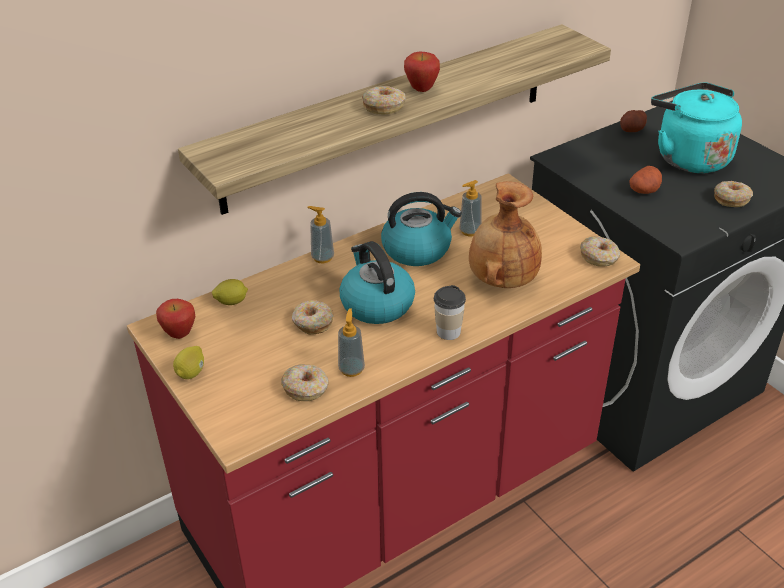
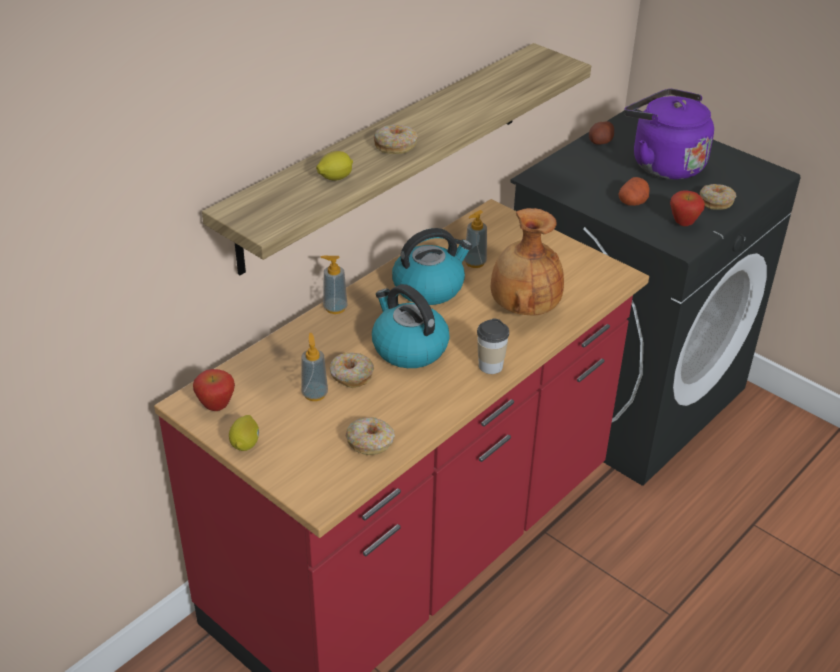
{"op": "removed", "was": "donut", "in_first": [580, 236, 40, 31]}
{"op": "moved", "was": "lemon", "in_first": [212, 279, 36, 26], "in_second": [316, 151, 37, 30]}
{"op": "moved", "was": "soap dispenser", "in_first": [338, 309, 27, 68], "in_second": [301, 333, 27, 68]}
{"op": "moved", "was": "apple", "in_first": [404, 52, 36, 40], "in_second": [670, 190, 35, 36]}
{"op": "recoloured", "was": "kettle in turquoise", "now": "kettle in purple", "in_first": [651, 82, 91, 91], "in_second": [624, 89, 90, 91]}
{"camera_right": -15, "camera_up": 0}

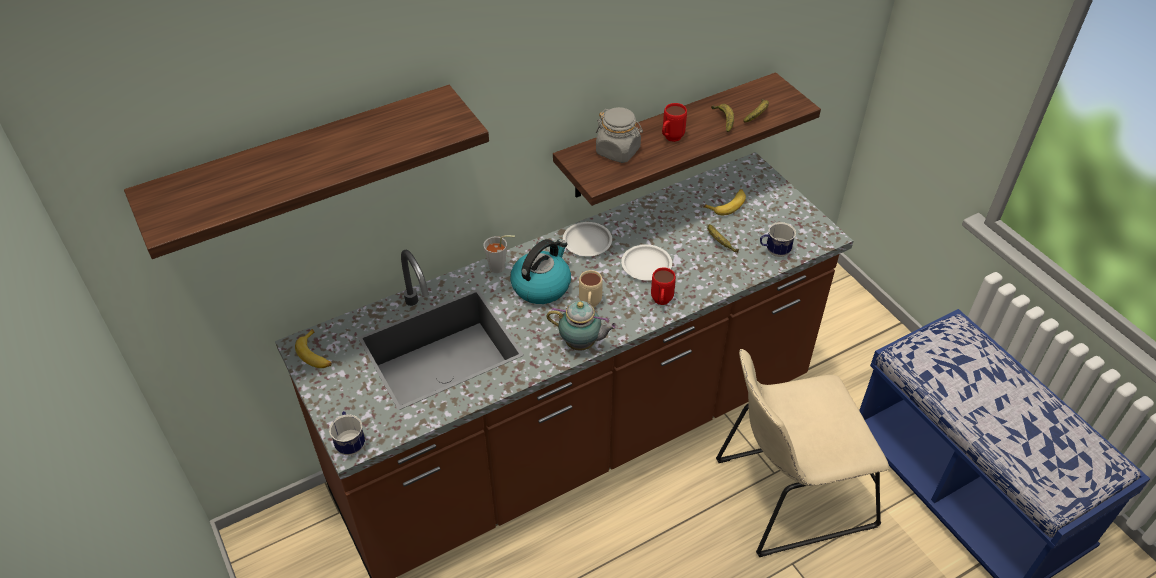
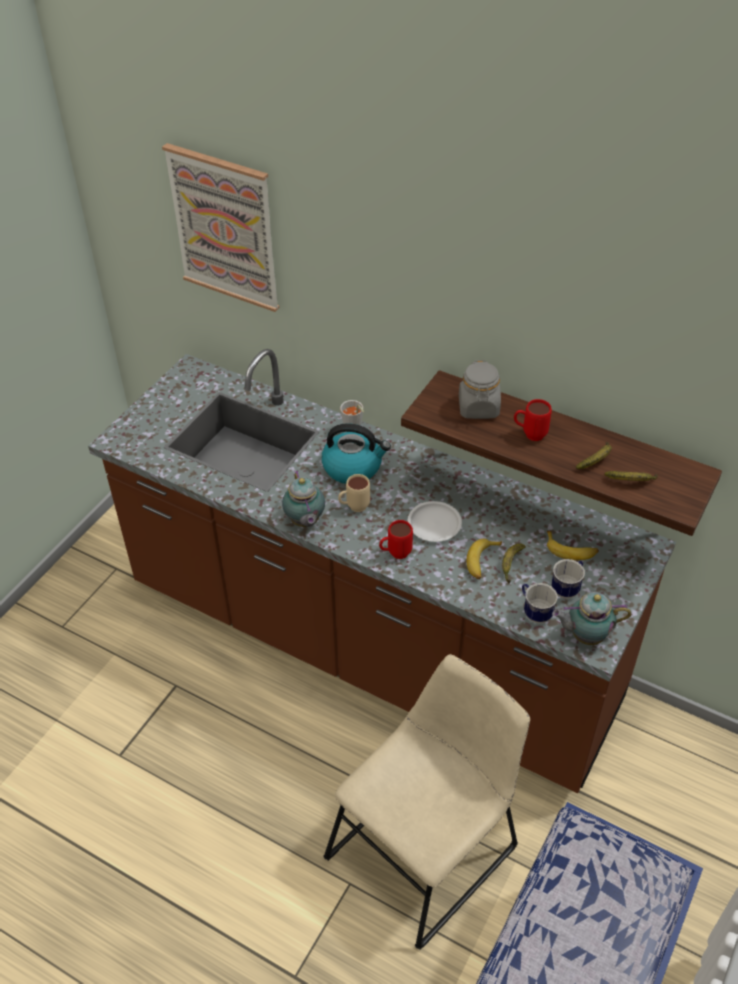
{"op": "removed", "was": "plate in white", "in_first": [563, 222, 49, 34]}
{"op": "added", "now": "teapot", "in_second": [552, 592, 79, 53]}
{"op": "moved", "was": "banana", "in_first": [295, 329, 37, 39], "in_second": [466, 539, 36, 40]}
{"op": "moved", "was": "mug", "in_first": [329, 411, 36, 45], "in_second": [551, 559, 34, 40]}
{"op": "replaced", "was": "shelf", "now": "picture", "in_first": [124, 85, 365, 174], "in_second": [162, 143, 117, 169]}
{"op": "turned", "was": "chair in beige", "in_first": [716, 349, 173, 208], "in_second": [323, 654, 207, 296], "clockwise": 90}
{"camera_right": 60, "camera_up": 0}

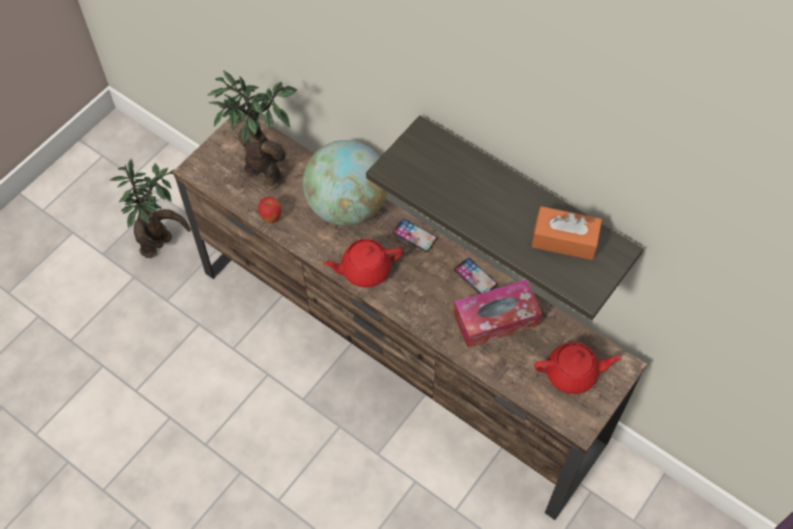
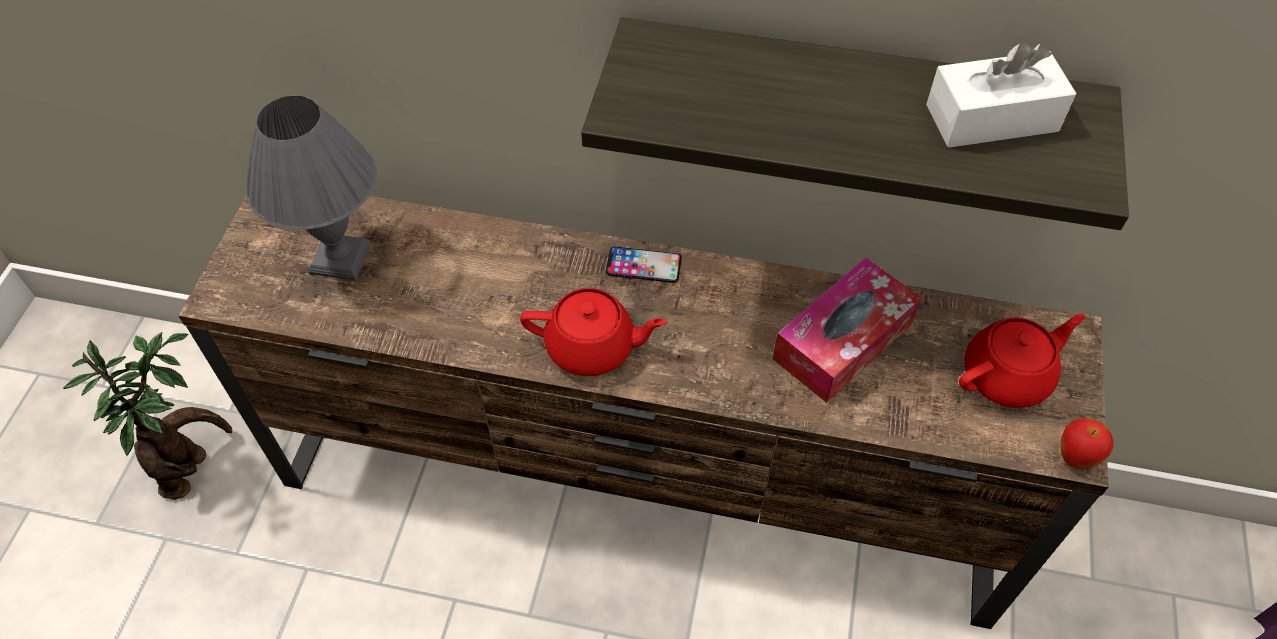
{"op": "removed", "was": "globe", "in_first": [303, 140, 84, 86]}
{"op": "removed", "was": "phone", "in_first": [454, 258, 44, 36]}
{"op": "moved", "was": "apple", "in_first": [258, 197, 24, 26], "in_second": [1060, 418, 53, 52]}
{"op": "replaced", "was": "potted plant", "now": "table lamp in grey", "in_first": [208, 70, 89, 120], "in_second": [246, 96, 131, 184]}
{"op": "recoloured", "was": "tissue box in orange", "now": "tissue box in white", "in_first": [532, 206, 70, 54], "in_second": [926, 41, 151, 107]}
{"op": "turned", "was": "teapot in red", "in_first": [323, 239, 80, 48], "in_second": [520, 288, 147, 88], "clockwise": -135}
{"camera_right": -25, "camera_up": -5}

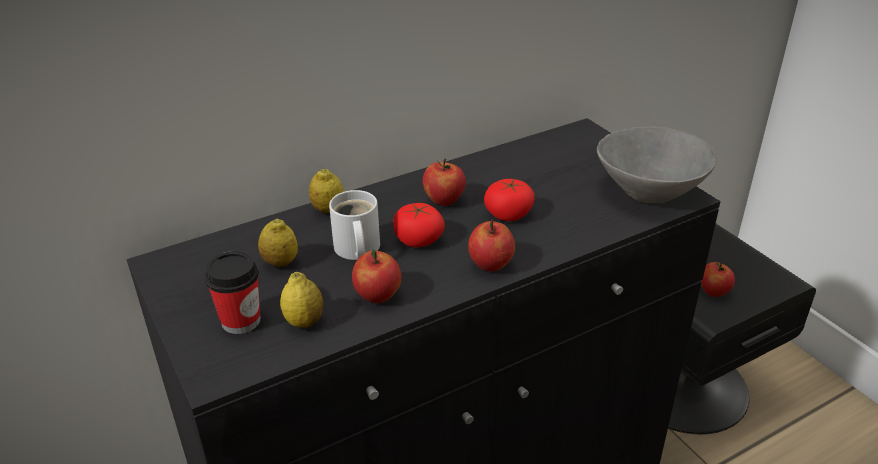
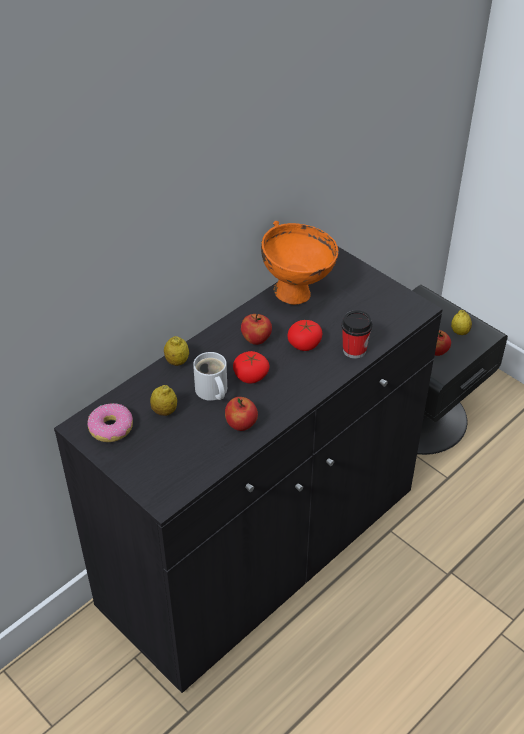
{"op": "removed", "was": "apple", "in_first": [468, 219, 47, 52]}
{"op": "removed", "was": "bowl in grey", "in_first": [597, 126, 120, 77]}
{"op": "added", "now": "donut", "in_second": [87, 403, 46, 39]}
{"op": "added", "now": "bowl in orange", "in_second": [261, 221, 78, 84]}
{"op": "moved", "was": "cup", "in_first": [205, 251, 56, 83], "in_second": [342, 310, 30, 49]}
{"op": "moved", "was": "lemon", "in_first": [280, 272, 43, 56], "in_second": [451, 310, 21, 25]}
{"camera_right": -15, "camera_up": 10}

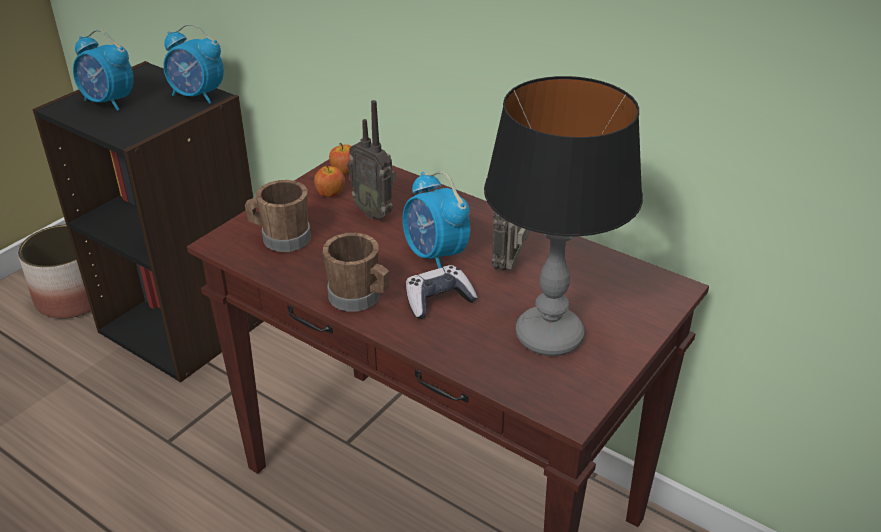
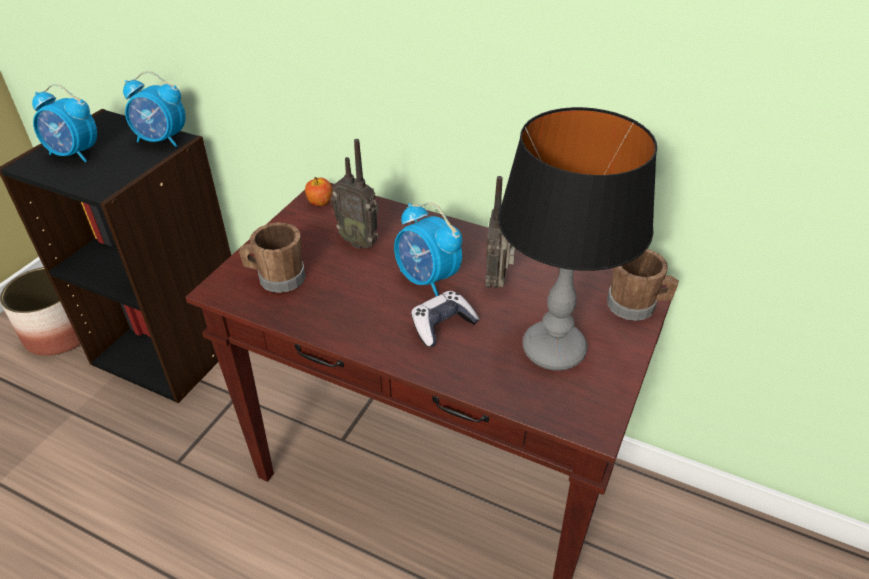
{"op": "removed", "was": "apple", "in_first": [314, 166, 31, 31]}
{"op": "moved", "was": "mug in brown", "in_first": [323, 233, 66, 79], "in_second": [607, 249, 72, 72]}
{"camera_right": -10, "camera_up": 5}

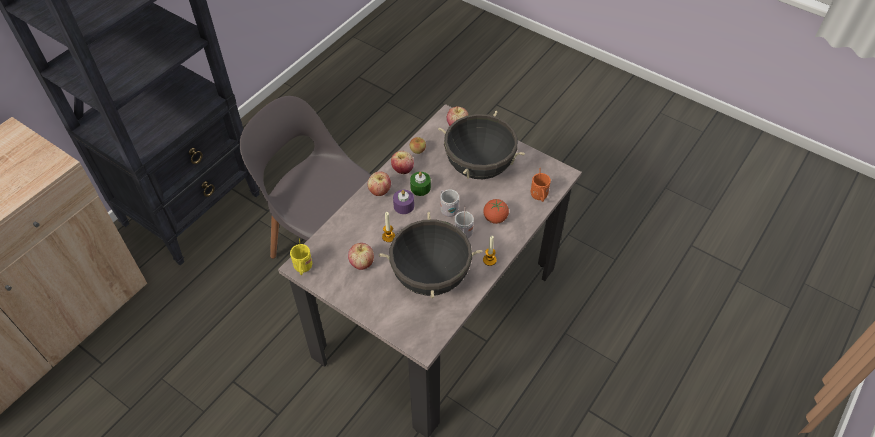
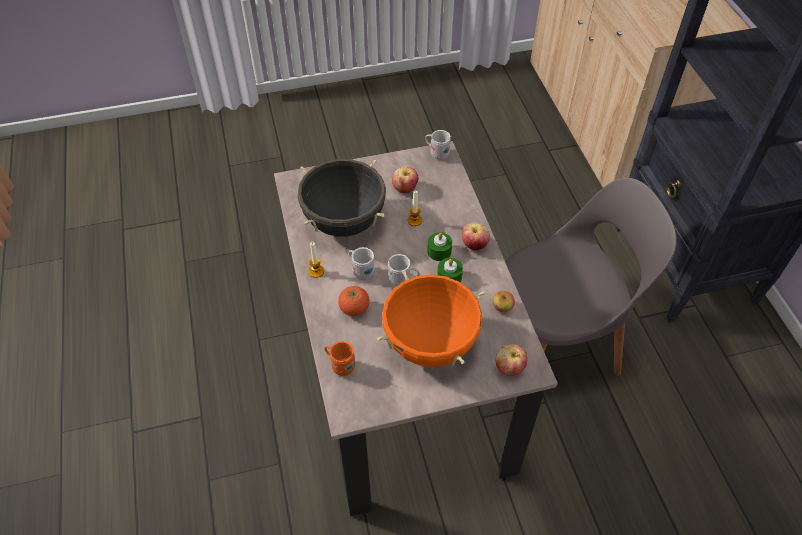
{"op": "removed", "was": "apple", "in_first": [391, 151, 23, 23]}
{"op": "recoloured", "was": "mug in yellow", "now": "mug in white", "in_first": [290, 238, 22, 37], "in_second": [425, 130, 26, 30]}
{"op": "recoloured", "was": "candle in purple", "now": "candle in green", "in_first": [393, 190, 21, 24], "in_second": [427, 232, 25, 29]}
{"op": "recoloured", "was": "cooking pot in black", "now": "cooking pot in orange", "in_first": [438, 111, 87, 68], "in_second": [376, 271, 110, 96]}
{"camera_right": 130, "camera_up": 0}

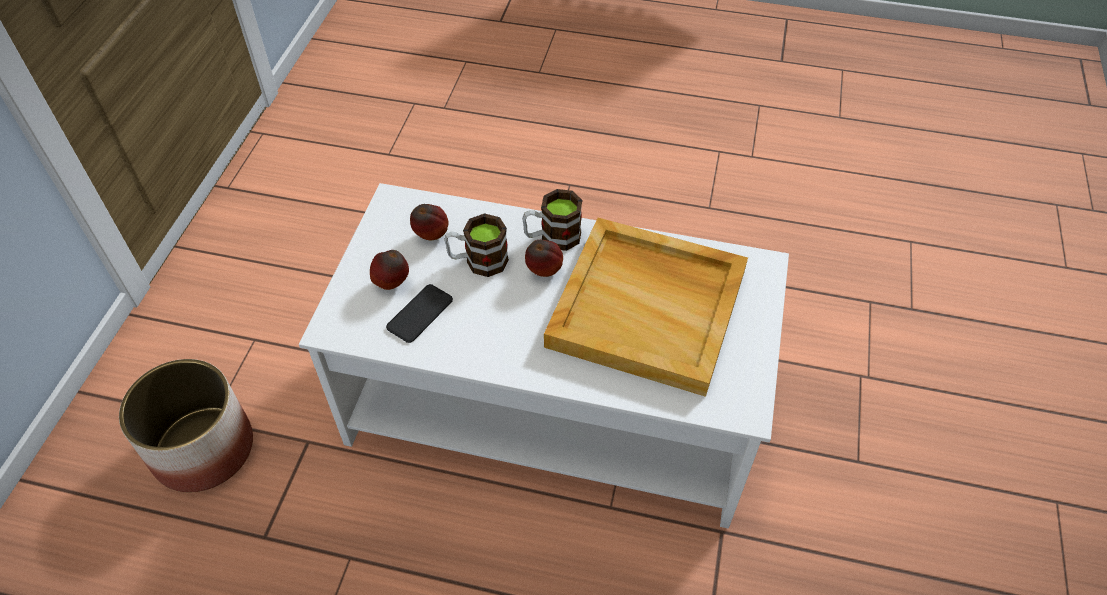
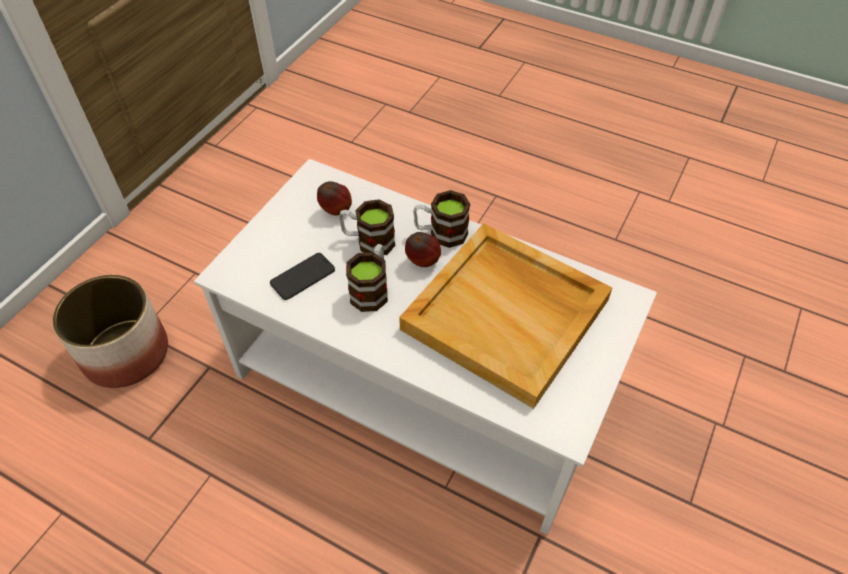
{"op": "removed", "was": "apple", "in_first": [370, 250, 39, 40]}
{"op": "added", "now": "mug", "in_second": [346, 244, 42, 68]}
{"camera_right": 15, "camera_up": 0}

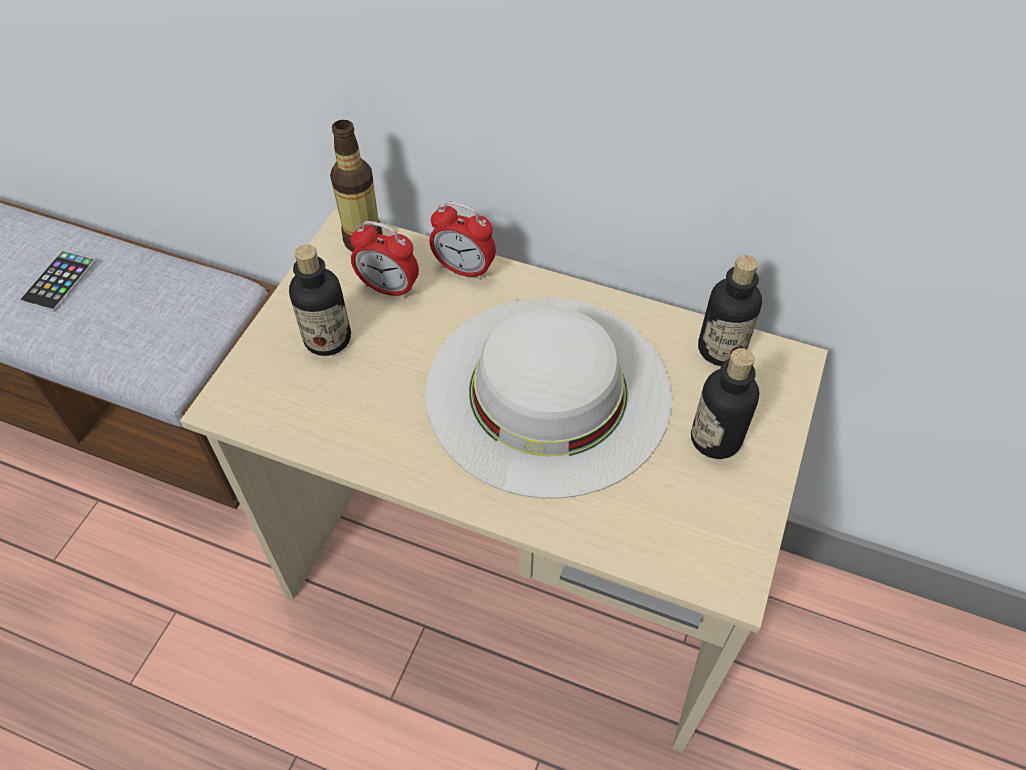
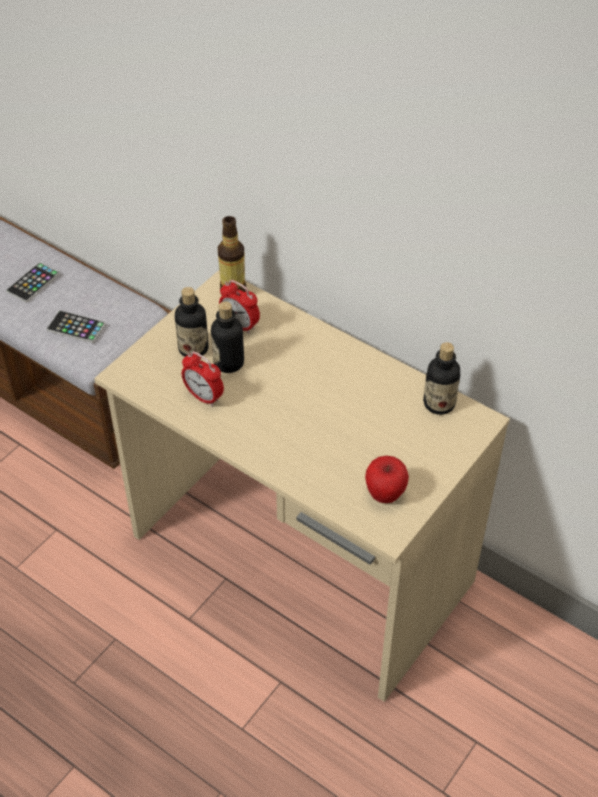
{"op": "removed", "was": "hat in white", "in_first": [425, 298, 247, 200]}
{"op": "added", "now": "phone", "in_second": [47, 310, 59, 33]}
{"op": "added", "now": "apple", "in_second": [365, 456, 44, 47]}
{"op": "moved", "was": "alarm clock", "in_first": [429, 202, 67, 78], "in_second": [182, 351, 42, 56]}
{"op": "moved", "was": "bottle", "in_first": [691, 348, 68, 111], "in_second": [211, 301, 33, 72]}
{"camera_right": 15, "camera_up": -5}

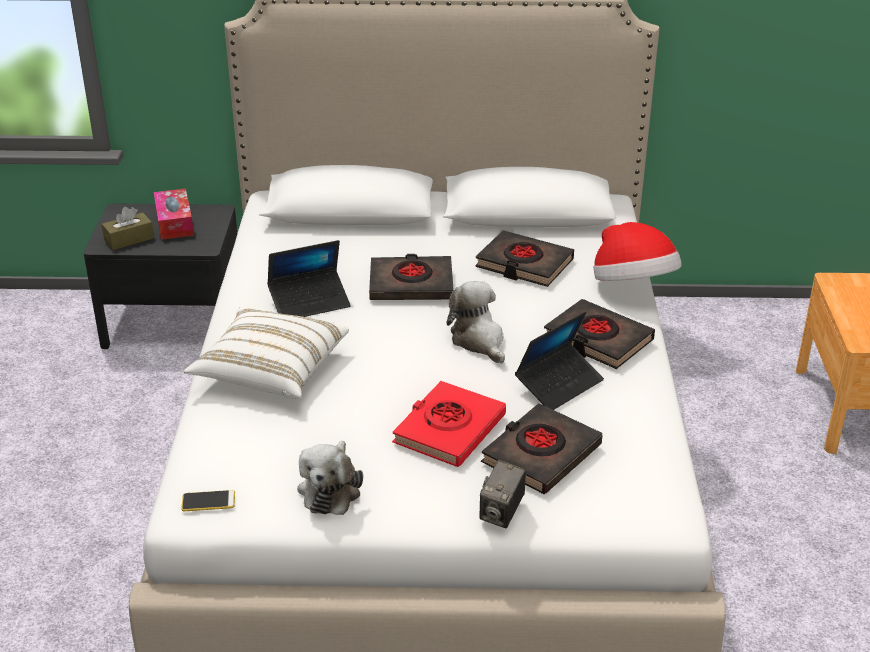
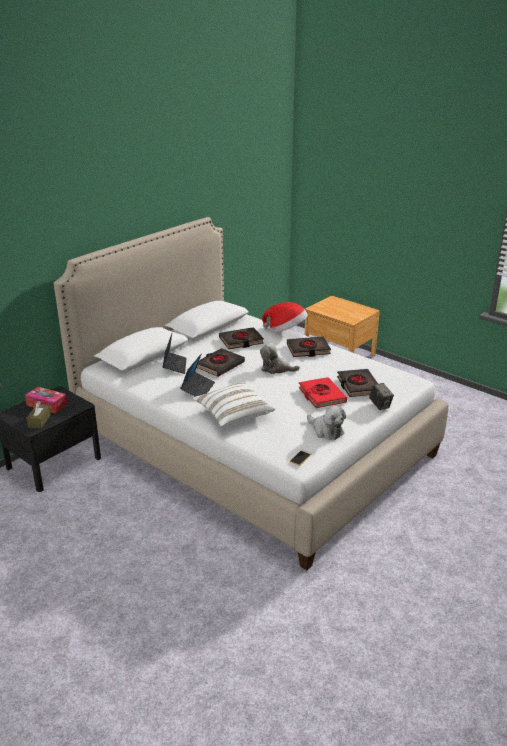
{"op": "moved", "was": "laptop", "in_first": [515, 311, 89, 99], "in_second": [163, 334, 24, 40]}
{"camera_right": -50, "camera_up": -5}

